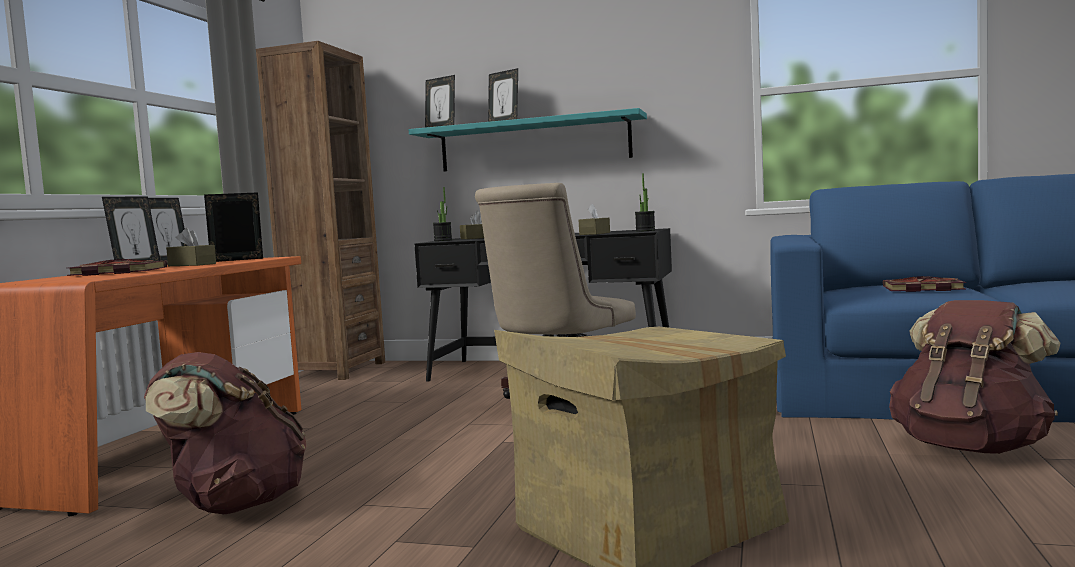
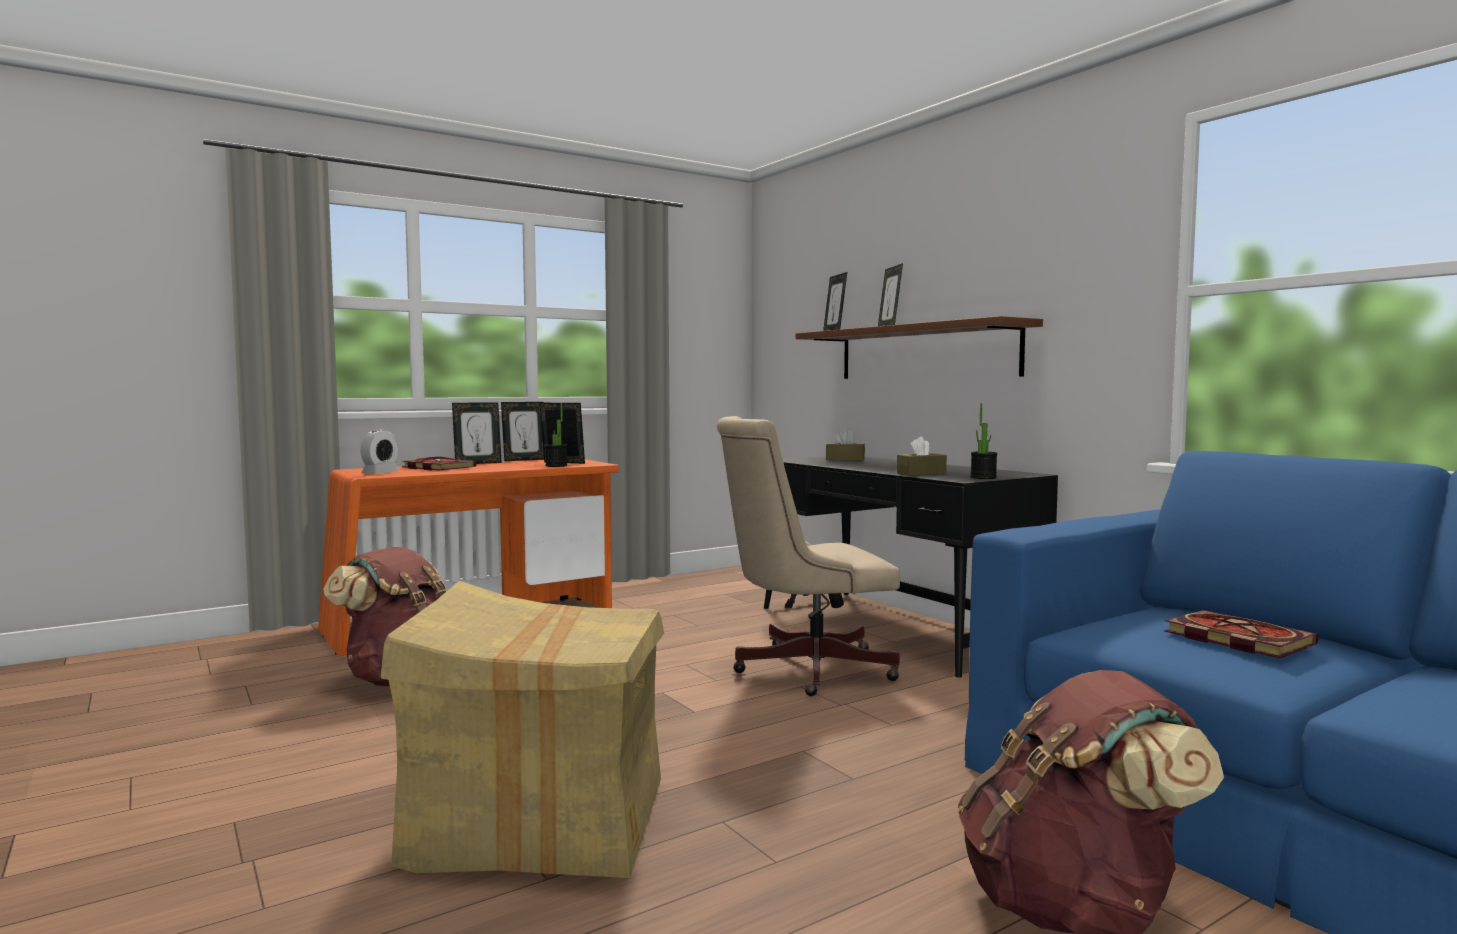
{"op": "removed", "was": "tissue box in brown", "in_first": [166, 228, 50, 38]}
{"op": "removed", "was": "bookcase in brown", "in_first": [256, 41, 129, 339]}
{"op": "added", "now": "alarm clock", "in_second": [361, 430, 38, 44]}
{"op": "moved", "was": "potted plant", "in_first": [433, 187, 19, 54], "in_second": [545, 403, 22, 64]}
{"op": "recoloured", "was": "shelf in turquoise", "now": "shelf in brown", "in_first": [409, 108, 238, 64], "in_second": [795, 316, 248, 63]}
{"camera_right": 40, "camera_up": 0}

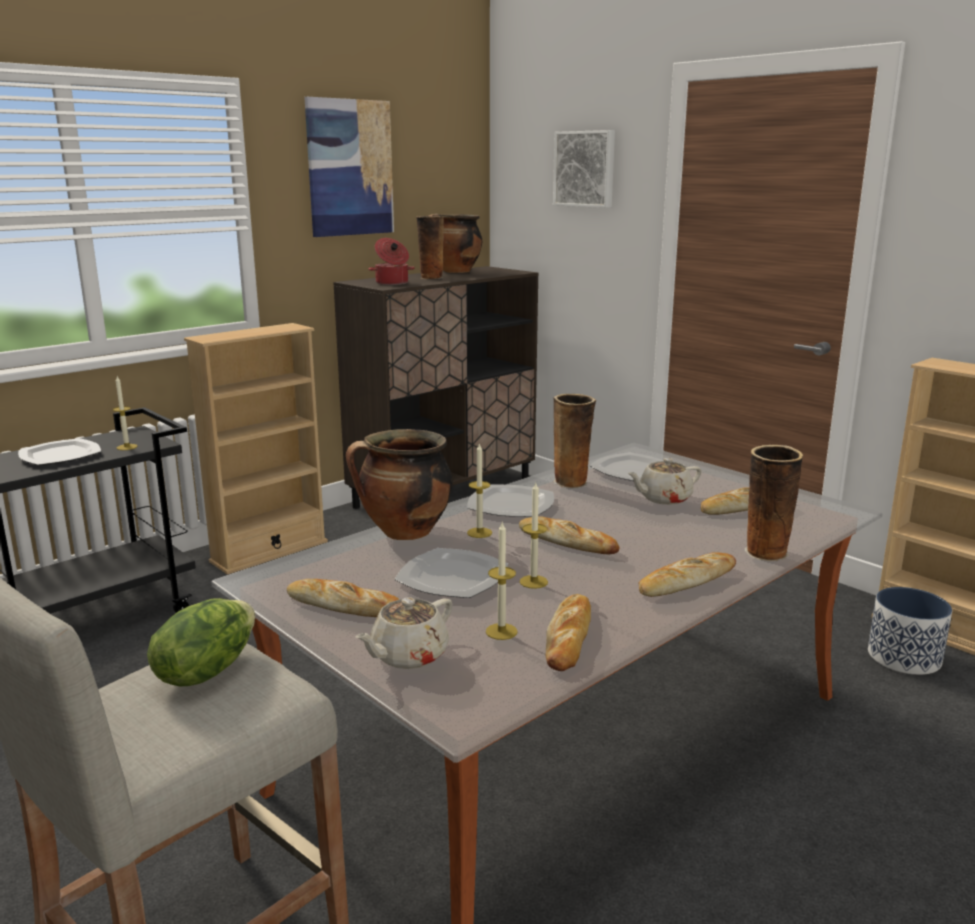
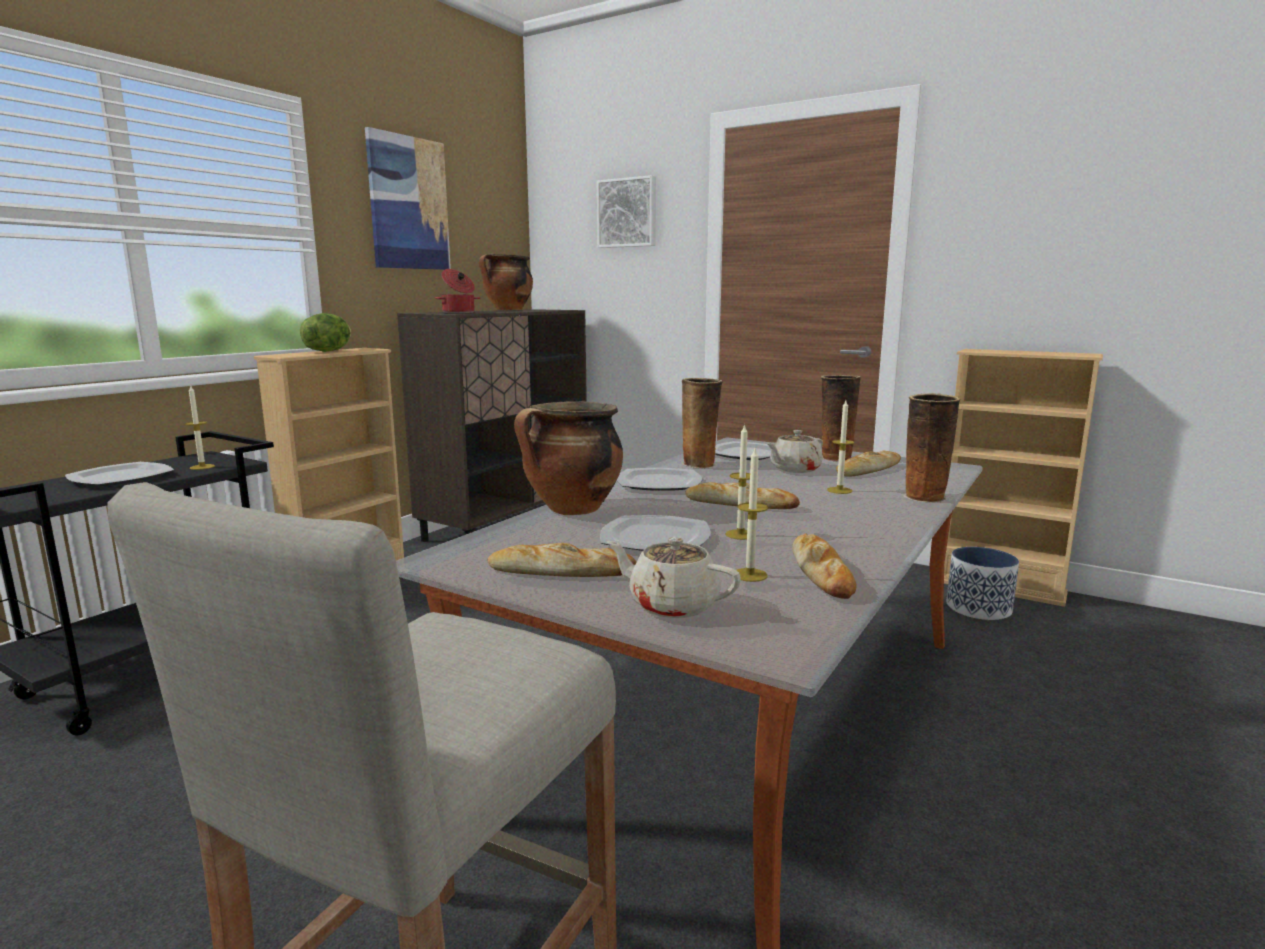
{"op": "removed", "was": "bread", "in_first": [639, 552, 97, 45]}
{"op": "moved", "was": "lettuce", "in_first": [147, 598, 108, 88], "in_second": [300, 313, 51, 39]}
{"op": "moved", "was": "vase", "in_first": [416, 216, 28, 63], "in_second": [821, 375, 40, 86]}
{"op": "moved", "was": "candle", "in_first": [467, 443, 25, 95], "in_second": [827, 401, 27, 93]}
{"op": "turned", "was": "teapot in beige", "in_first": [355, 597, 98, 72], "in_second": [607, 537, 134, 81], "clockwise": 90}
{"camera_right": -15, "camera_up": -5}

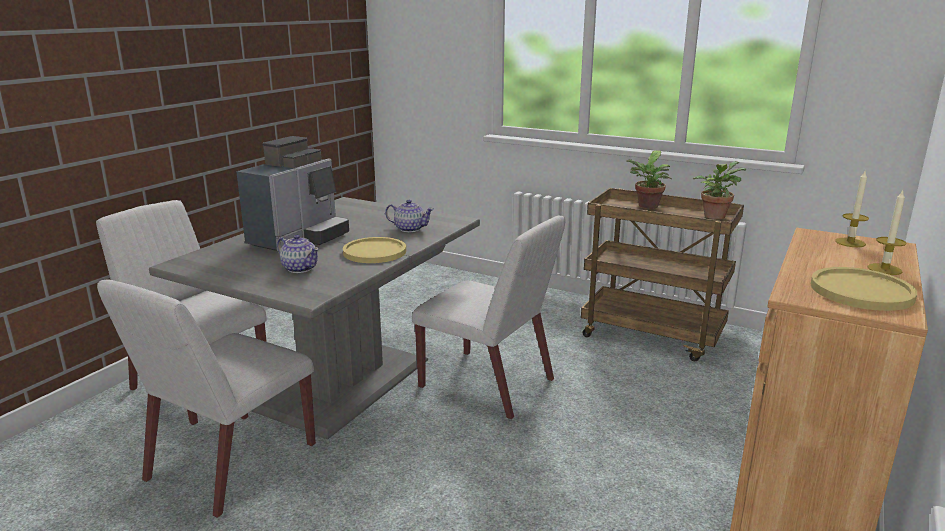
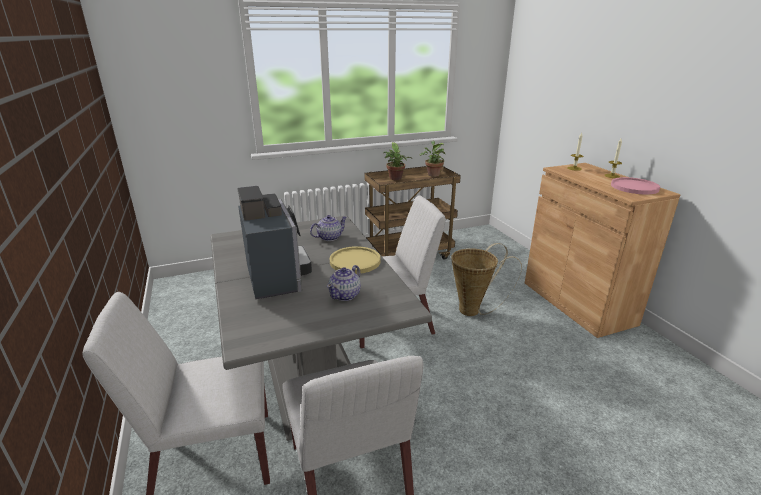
{"op": "added", "now": "basket", "in_second": [451, 243, 71, 73]}
{"op": "recoloured", "was": "plate in yellow", "now": "plate in pink", "in_first": [811, 267, 106, 44], "in_second": [611, 177, 49, 17]}
{"op": "turned", "was": "teapot", "in_first": [277, 235, 42, 38], "in_second": [327, 265, 34, 36], "clockwise": 135}
{"camera_right": -50, "camera_up": 5}

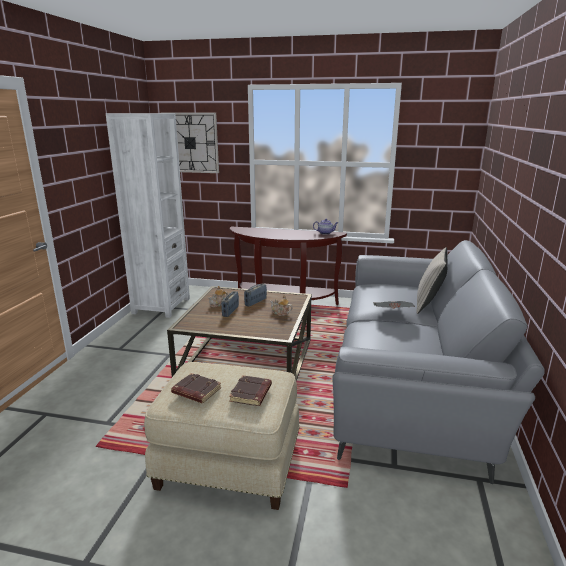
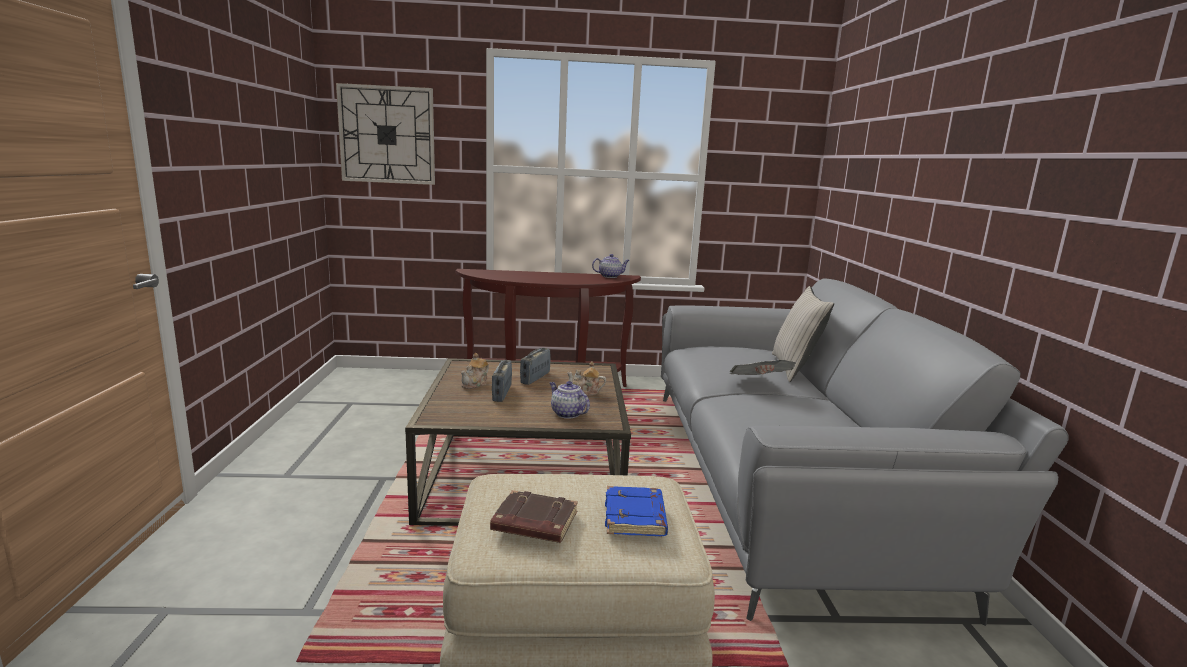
{"op": "removed", "was": "bookcase in white", "in_first": [106, 113, 84, 205]}
{"op": "added", "now": "teapot", "in_second": [550, 381, 40, 38]}
{"op": "recoloured", "was": "book in brown", "now": "book in blue", "in_first": [229, 375, 43, 31], "in_second": [605, 486, 63, 50]}
{"camera_right": -15, "camera_up": -5}

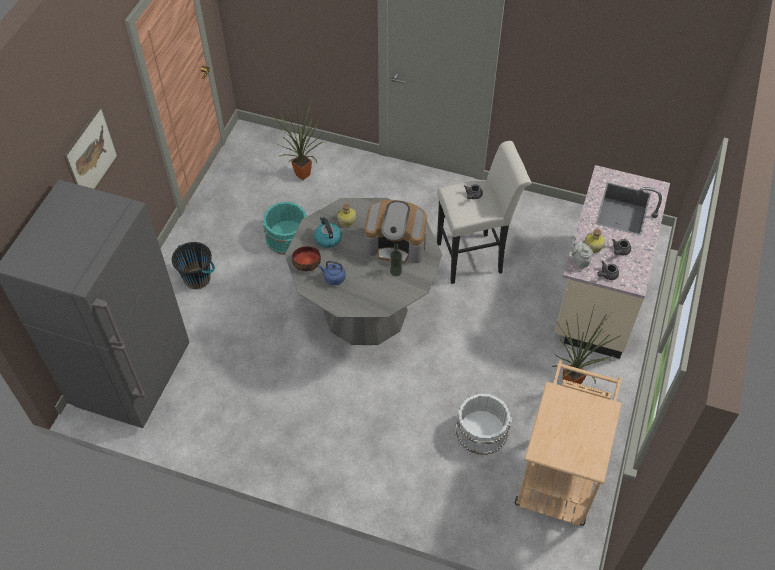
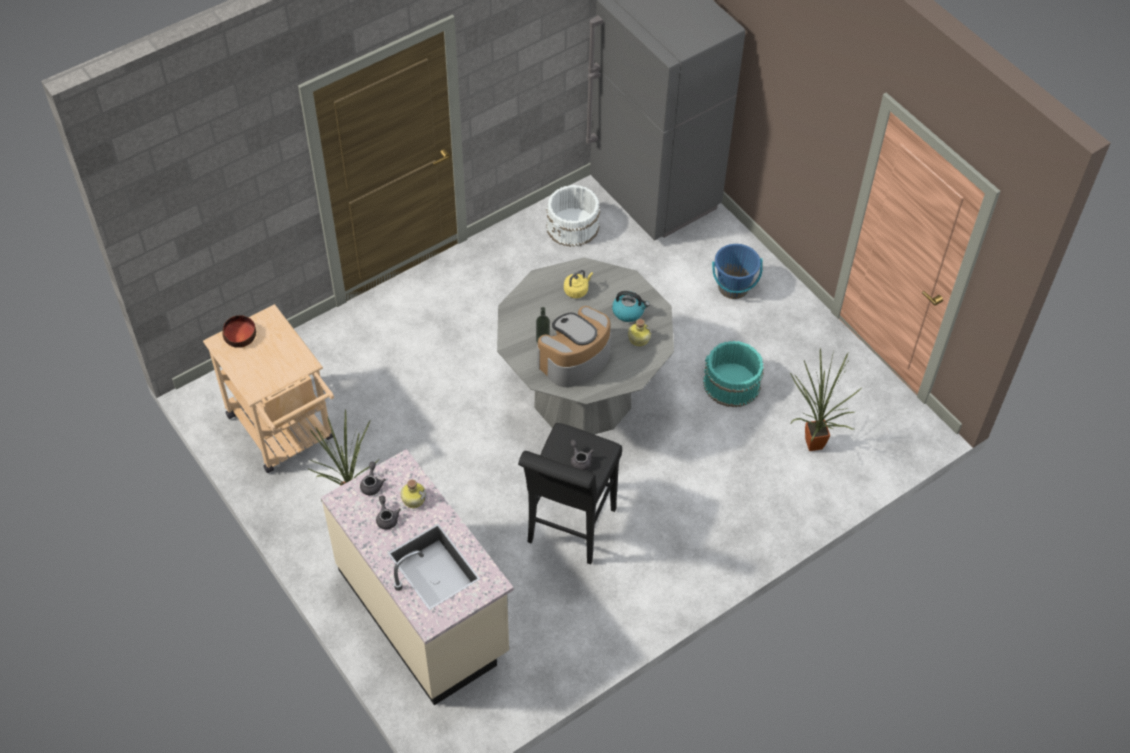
{"op": "removed", "was": "picture", "in_first": [63, 105, 56, 84]}
{"op": "removed", "was": "teapot in grey", "in_first": [571, 237, 22, 32]}
{"op": "moved", "was": "bowl", "in_first": [292, 246, 29, 25], "in_second": [222, 315, 34, 33]}
{"op": "moved", "was": "bucket in white", "in_first": [456, 394, 56, 61], "in_second": [546, 185, 54, 62]}
{"op": "recoloured", "was": "bucket in black", "now": "bucket in blue", "in_first": [172, 242, 43, 47], "in_second": [712, 244, 51, 55]}
{"op": "recoloured", "was": "kettle in blue", "now": "kettle in yellow", "in_first": [318, 261, 28, 24], "in_second": [564, 270, 29, 28]}
{"op": "recoloured", "was": "stool in white", "now": "stool in black", "in_first": [437, 141, 94, 143], "in_second": [518, 423, 104, 141]}
{"camera_right": 125, "camera_up": 0}

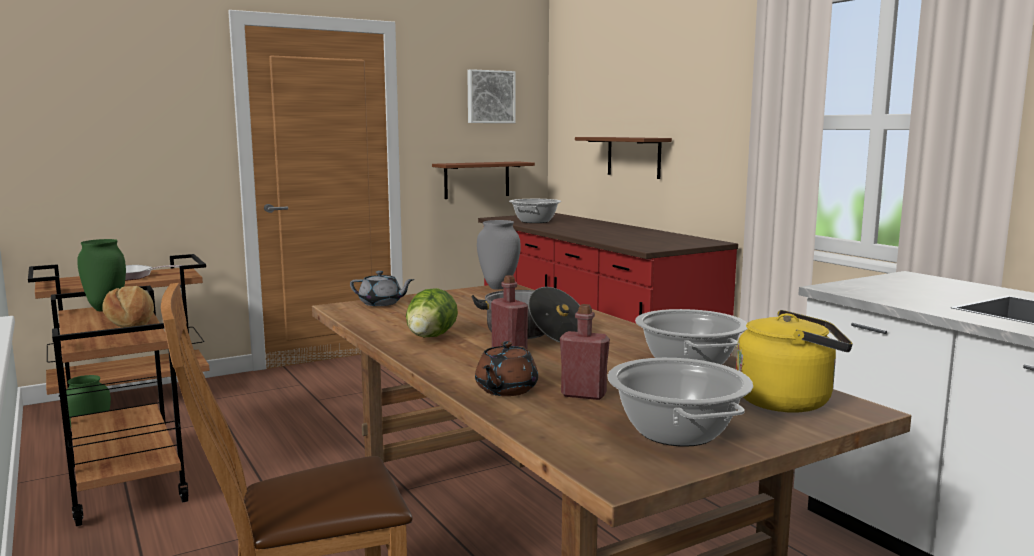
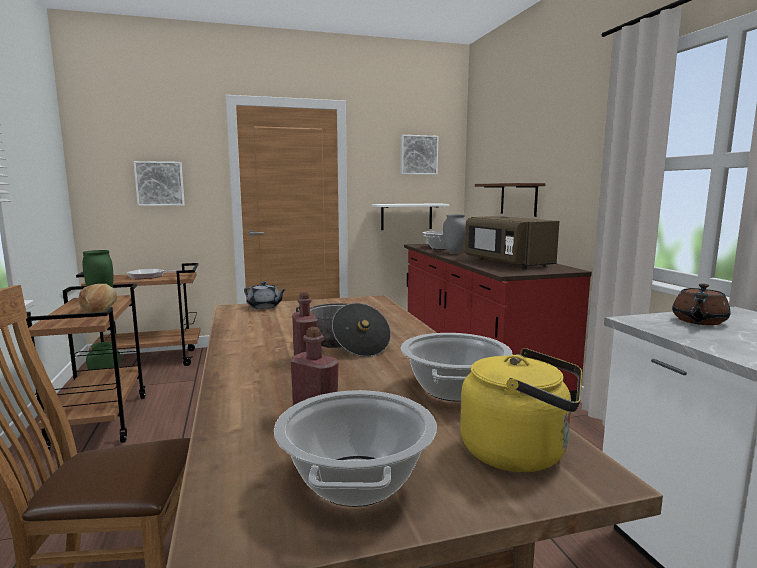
{"op": "removed", "was": "lettuce", "in_first": [406, 288, 52, 49]}
{"op": "added", "now": "picture", "in_second": [134, 161, 51, 45]}
{"op": "added", "now": "microwave in brown", "in_second": [465, 216, 94, 53]}
{"op": "moved", "was": "teapot in brown", "in_first": [475, 341, 63, 55], "in_second": [672, 284, 59, 41]}
{"op": "moved", "was": "vase in grey", "in_first": [477, 220, 44, 69], "in_second": [443, 215, 23, 39]}
{"op": "recoloured", "was": "shelf in brown", "now": "shelf in white", "in_first": [432, 162, 103, 37], "in_second": [372, 203, 78, 27]}
{"camera_right": 15, "camera_up": 0}

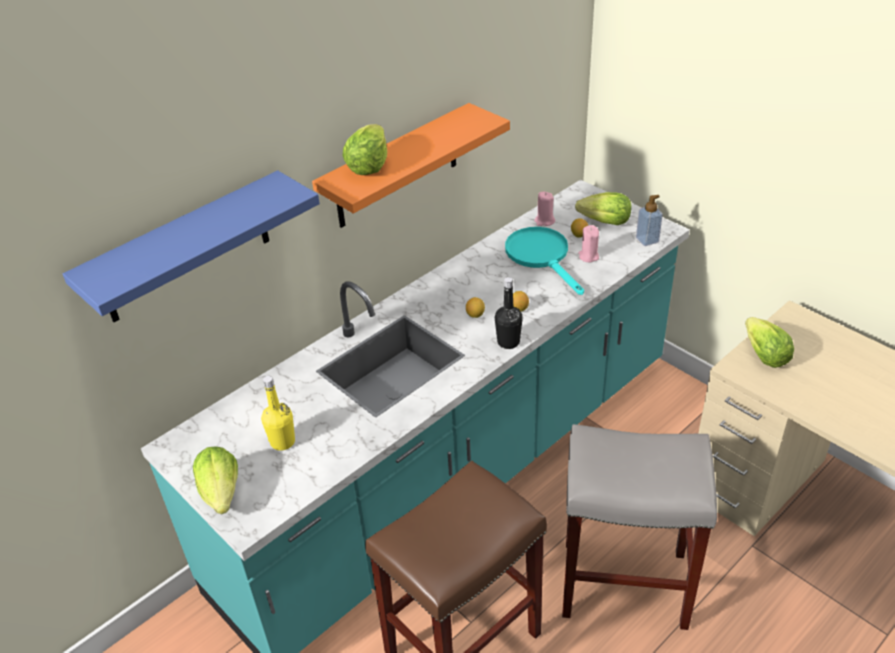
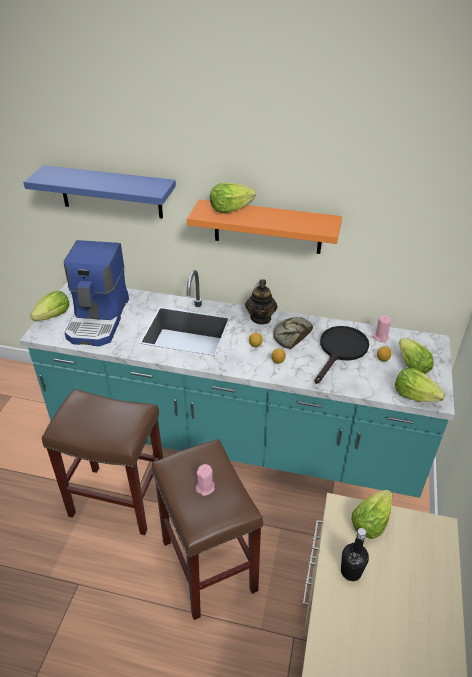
{"op": "added", "now": "teapot", "in_second": [245, 279, 32, 46]}
{"op": "added", "now": "bread", "in_second": [274, 317, 39, 32]}
{"op": "moved", "was": "bottle in black", "in_first": [495, 277, 28, 72], "in_second": [341, 528, 28, 53]}
{"op": "moved", "was": "candle in pink", "in_first": [578, 225, 21, 37], "in_second": [195, 464, 19, 32]}
{"op": "replaced", "was": "bottle in yellow", "now": "coffee machine", "in_first": [261, 376, 34, 75], "in_second": [63, 240, 66, 106]}
{"op": "replaced", "was": "soap dispenser", "now": "lettuce", "in_first": [636, 195, 27, 51], "in_second": [395, 368, 50, 34]}
{"op": "recoloured", "was": "frying pan in turquoise", "now": "frying pan in black", "in_first": [505, 227, 79, 68], "in_second": [314, 326, 55, 58]}
{"op": "recoloured", "was": "stool in grey", "now": "stool in brown", "in_first": [562, 424, 155, 206], "in_second": [152, 439, 111, 181]}
{"camera_right": 55, "camera_up": 0}

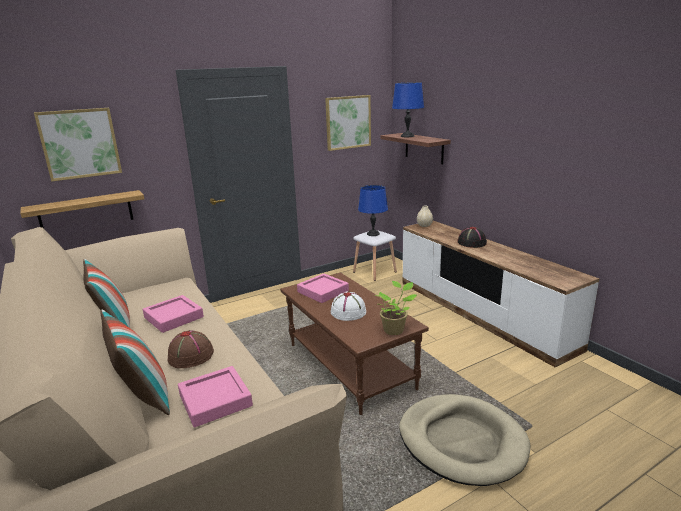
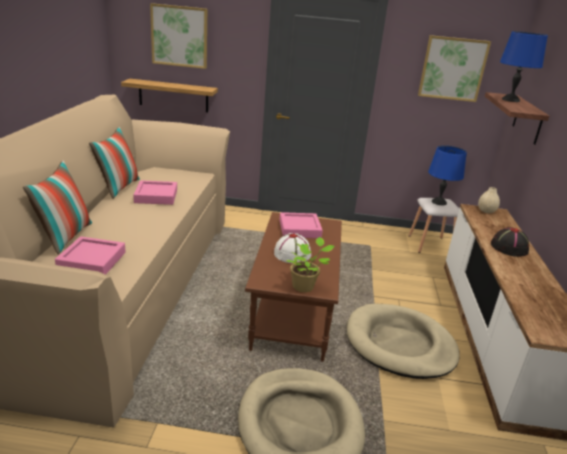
{"op": "removed", "was": "hat in brown", "in_first": [168, 330, 46, 38]}
{"op": "added", "now": "dog bed in beige", "in_second": [347, 304, 113, 75]}
{"camera_right": 35, "camera_up": 5}

